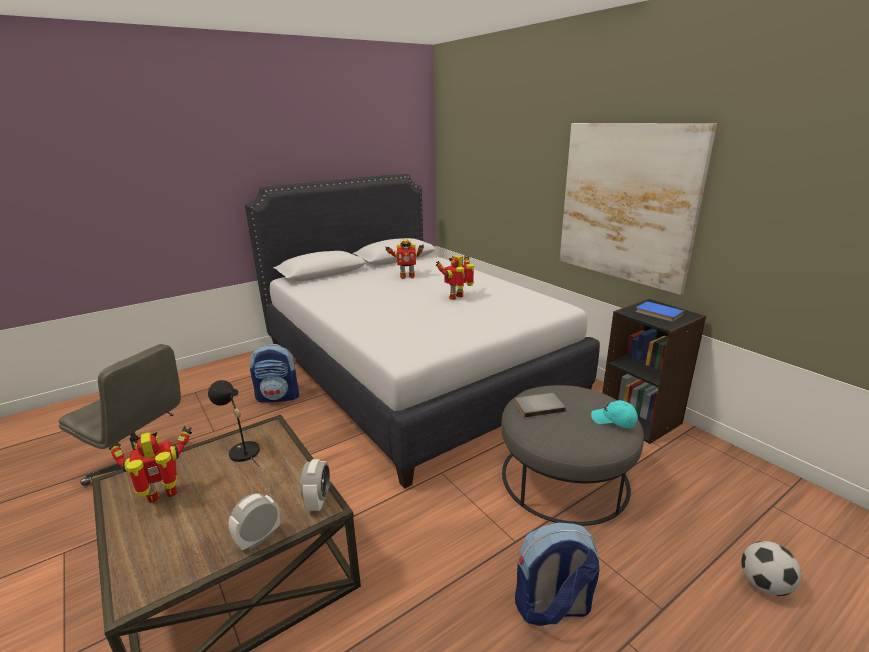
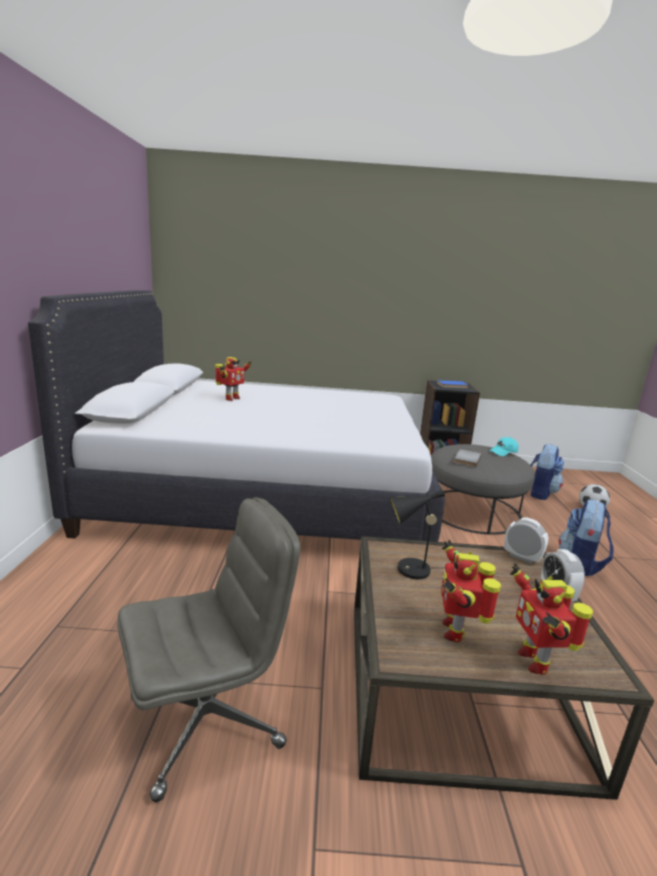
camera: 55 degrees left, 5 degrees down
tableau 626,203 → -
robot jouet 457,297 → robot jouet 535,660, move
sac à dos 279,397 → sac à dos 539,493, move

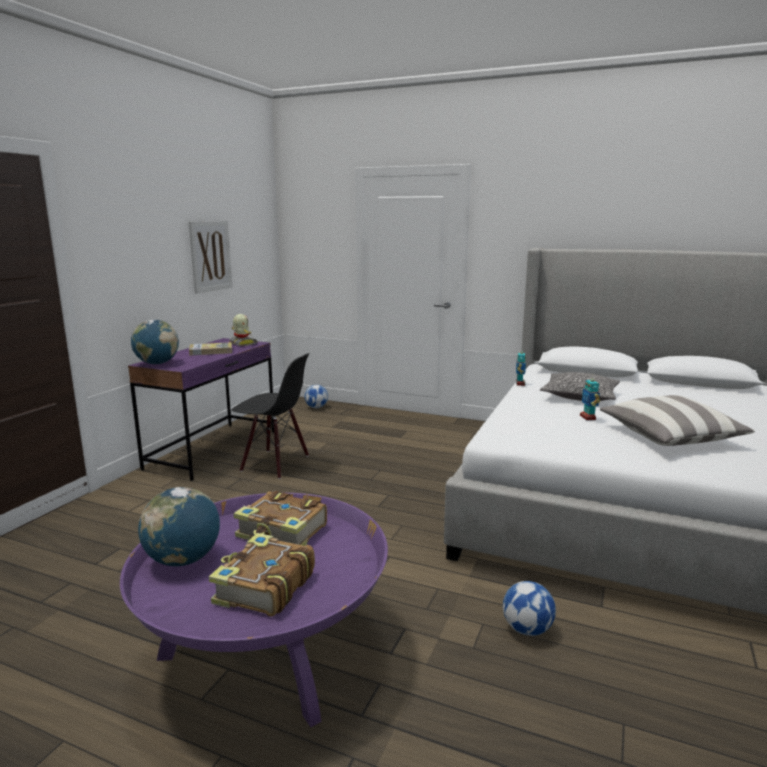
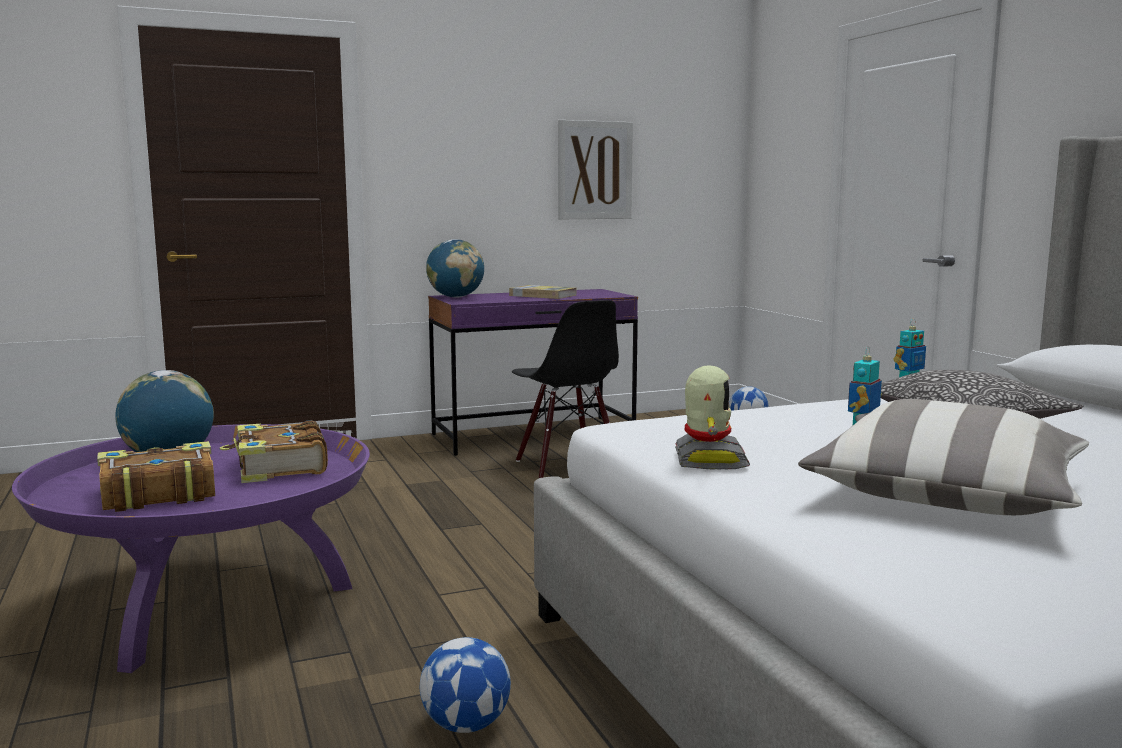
camera: 45 degrees right, 5 degrees down
robot jouet 242,344 → robot jouet 708,460, move

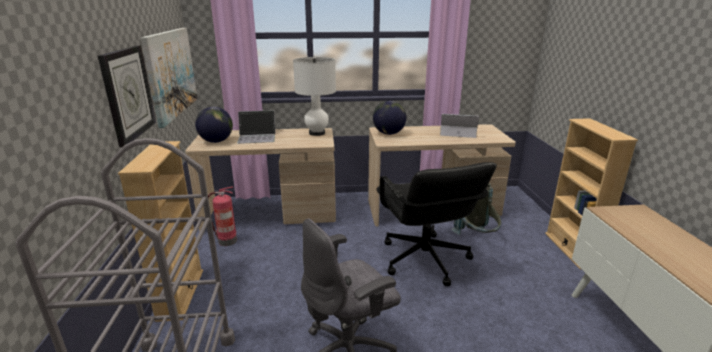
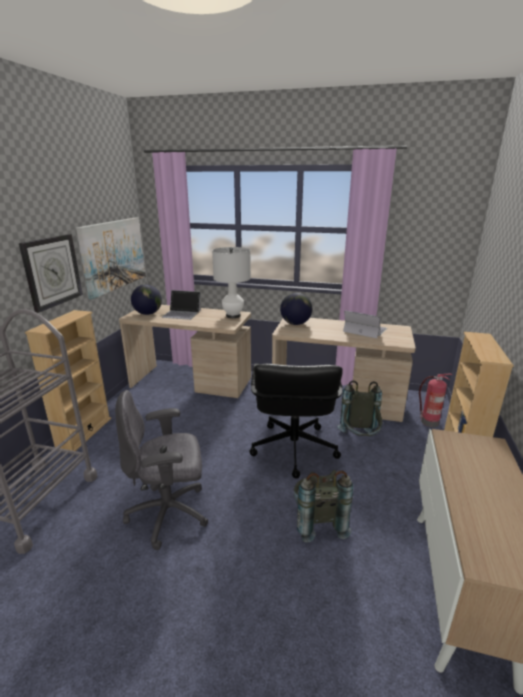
camera: 20 degrees right, 0 degrees up
extincteur 226,241 → extincteur 428,422, move
- → sac à dos [gris] 317,521

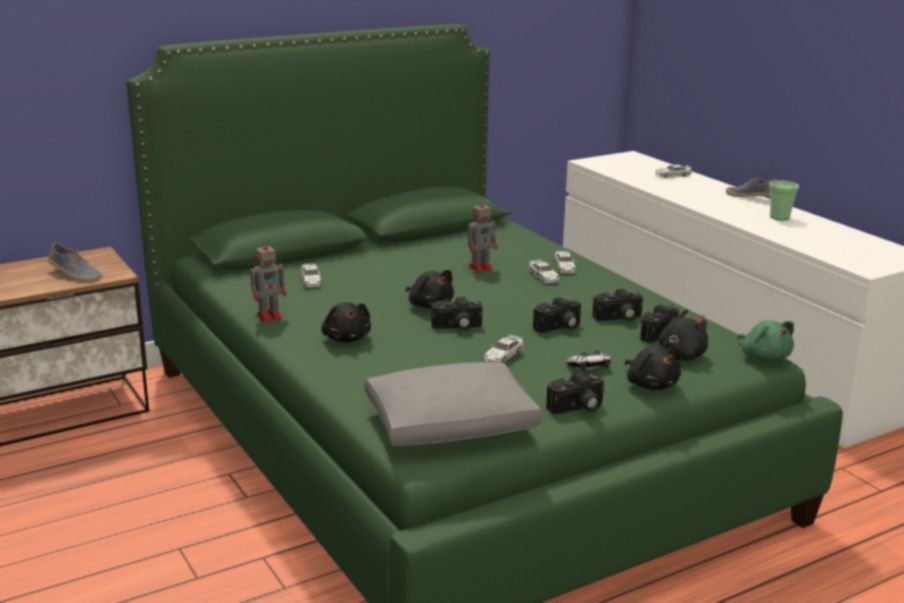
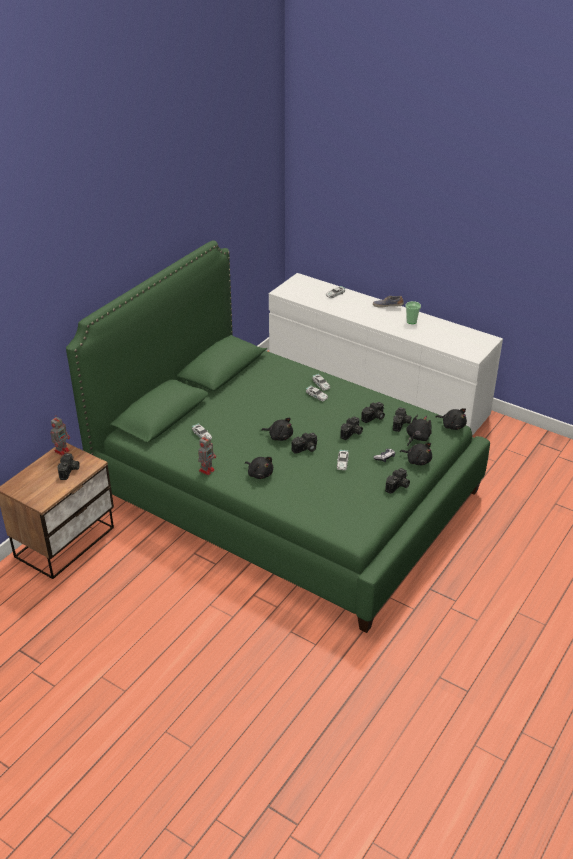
camera: 25 degrees left, 15 degrees up
robot jouet 481,267 → robot jouet 62,450, move
chaussure 74,274 → appareil photo 69,471
peluche [vert] 764,357 → peluche [noir] 452,425
coussin [gris] 452,424 → -

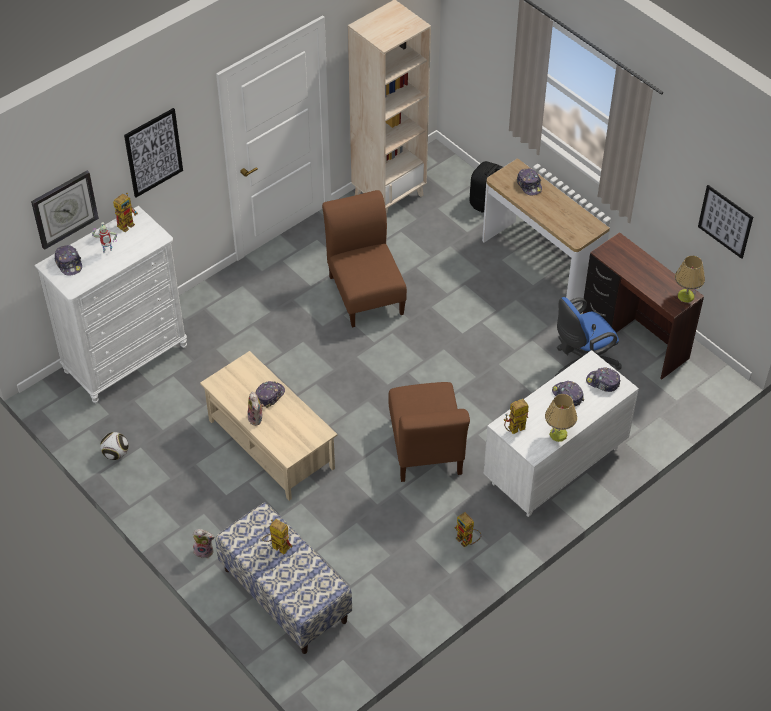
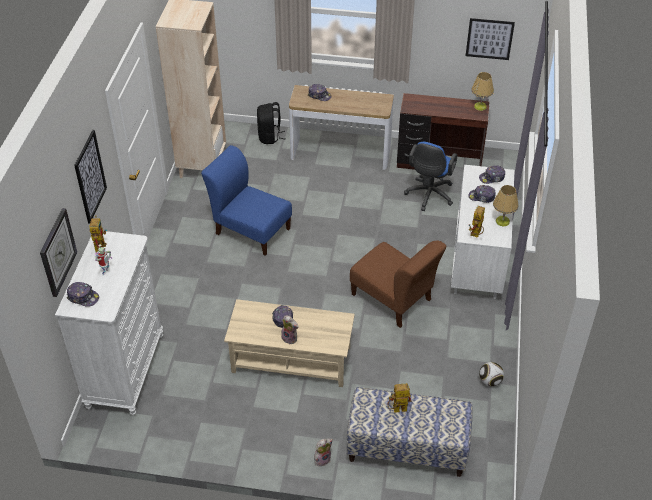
camera: 40 degrees left, 5 degrees down
chaise [marron] 365,292 → chaise [bleu] 250,229
ballon de foot 115,454 → ballon de foot 490,381, move
robot jouet 467,541 → -

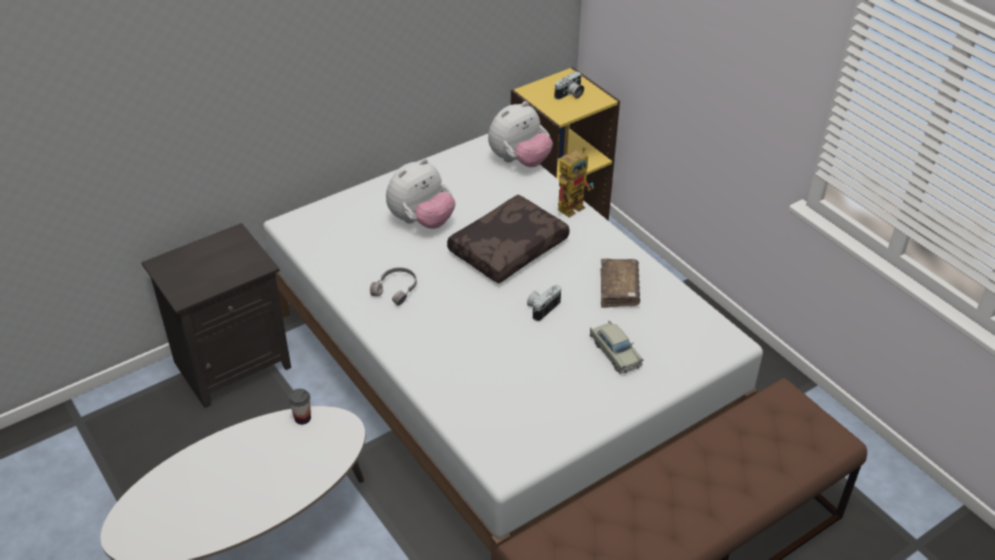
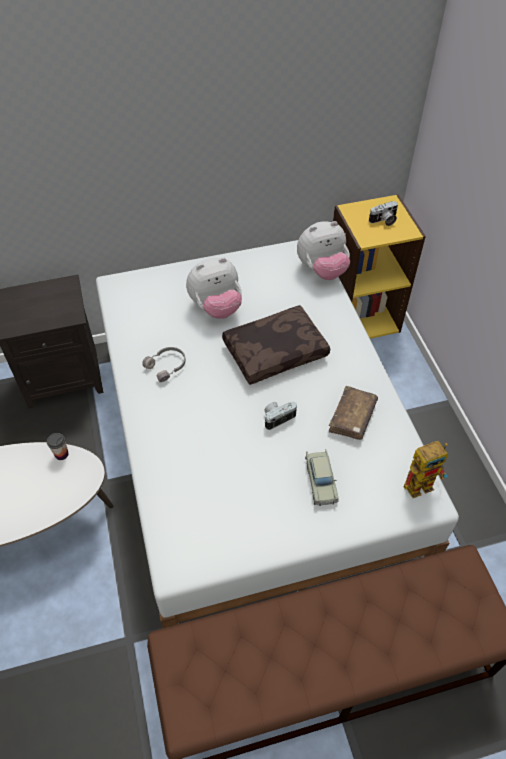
camera: 20 degrees right, 10 degrees up
robot jouet 573,205 → robot jouet 422,482, move

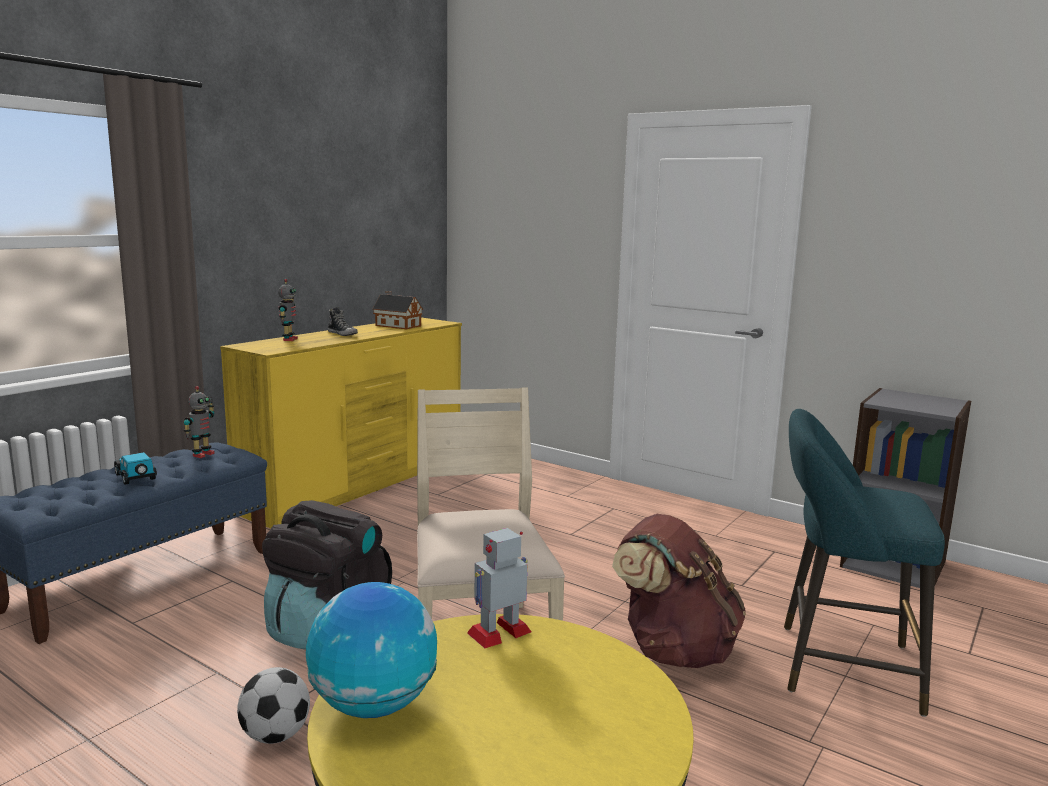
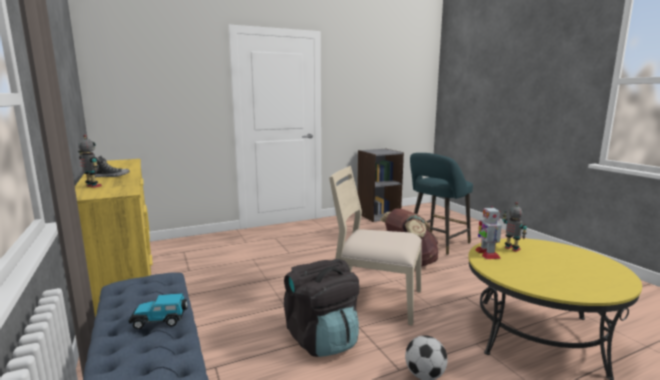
camera: 60 degrees left, 0 degrees up
maison miniature 397,325 → -
robot jouet 202,454 → robot jouet 511,249, move
globe 373,705 → -

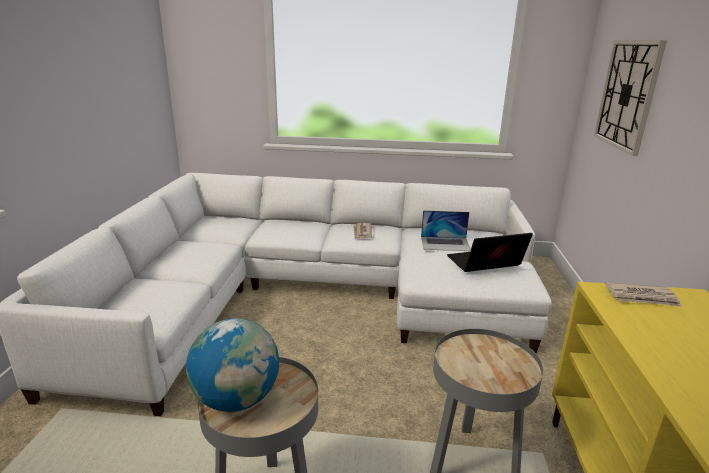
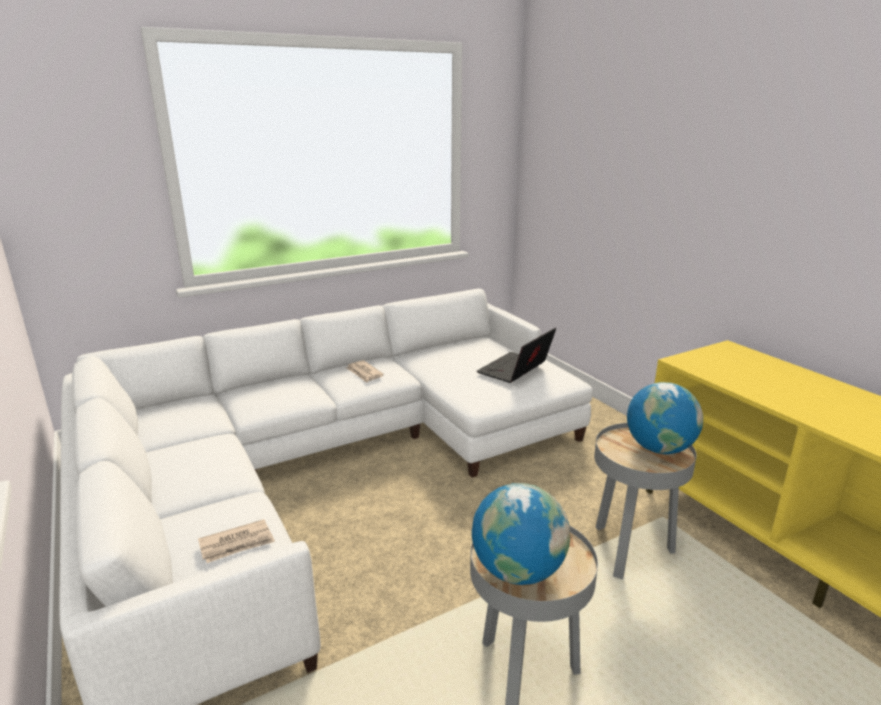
camera: 35 degrees left, 0 degrees up
horloge murale 627,95 → -
ordinateur portable 445,244 → -
journal 642,297 → journal 237,543, move
- → globe 659,448

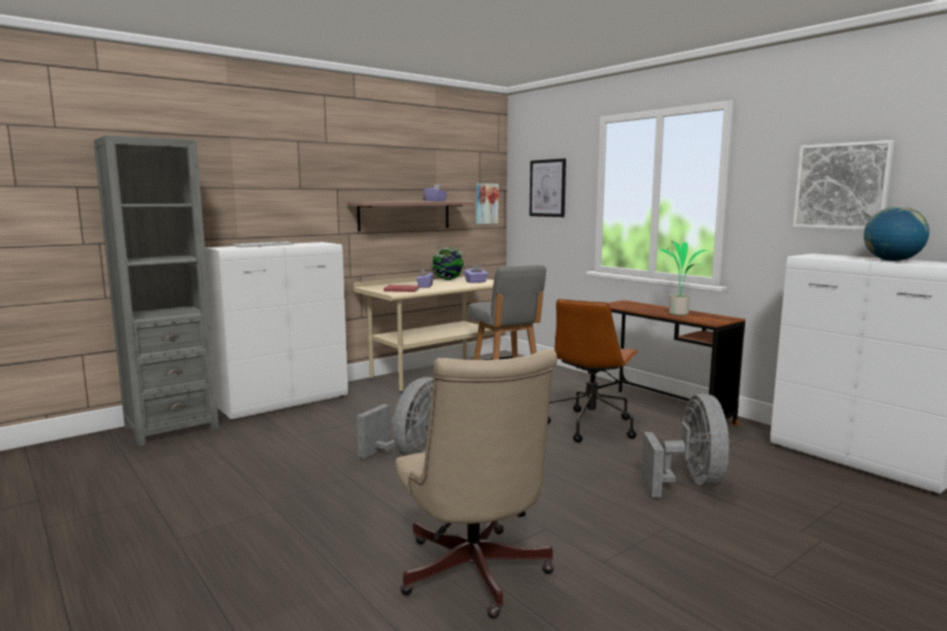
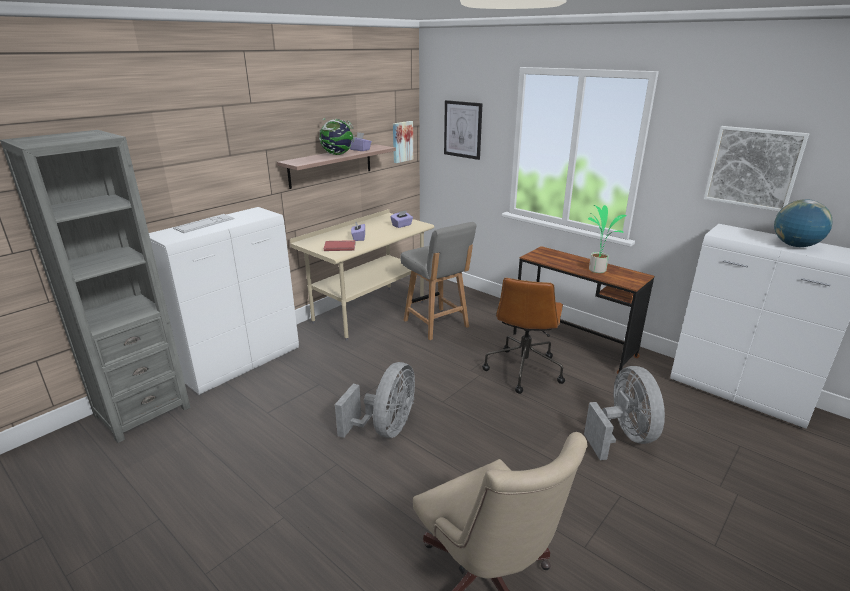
camera: 10 degrees left, 15 degrees up
globe 448,280 → globe 337,154, move

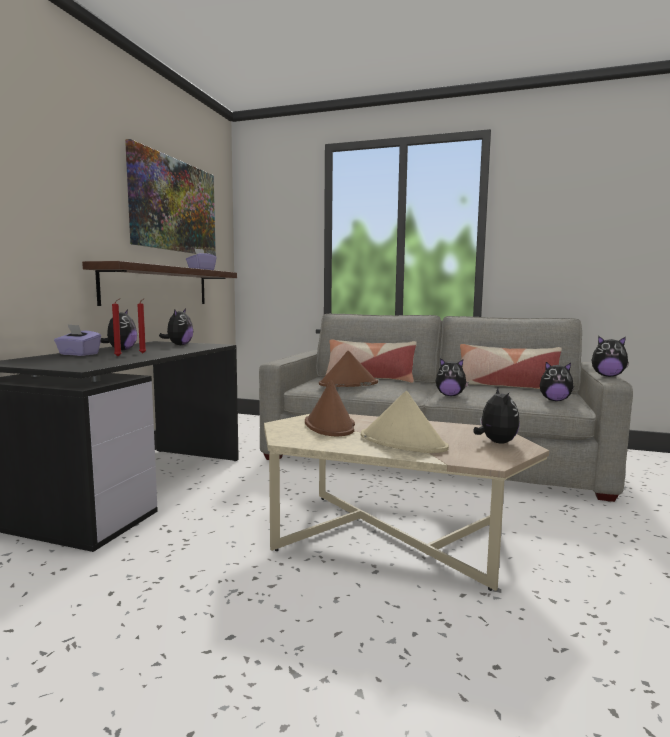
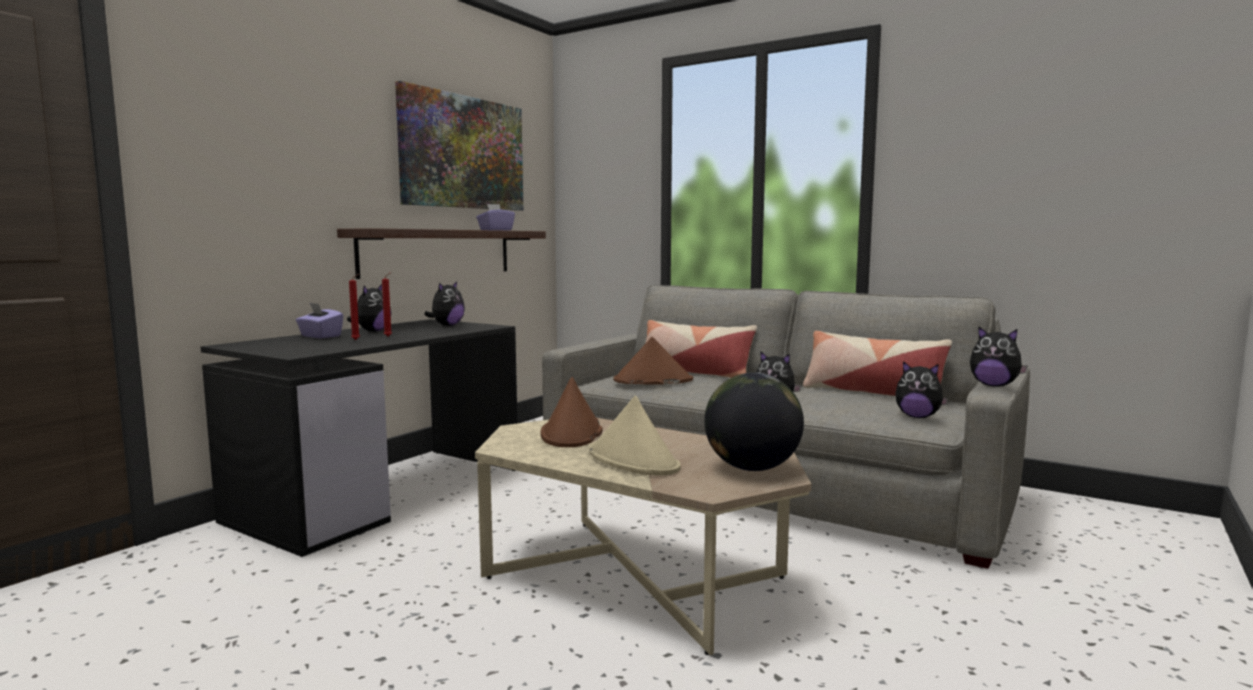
camera: 15 degrees right, 0 degrees up
peluche 495,442 → globe 752,468

